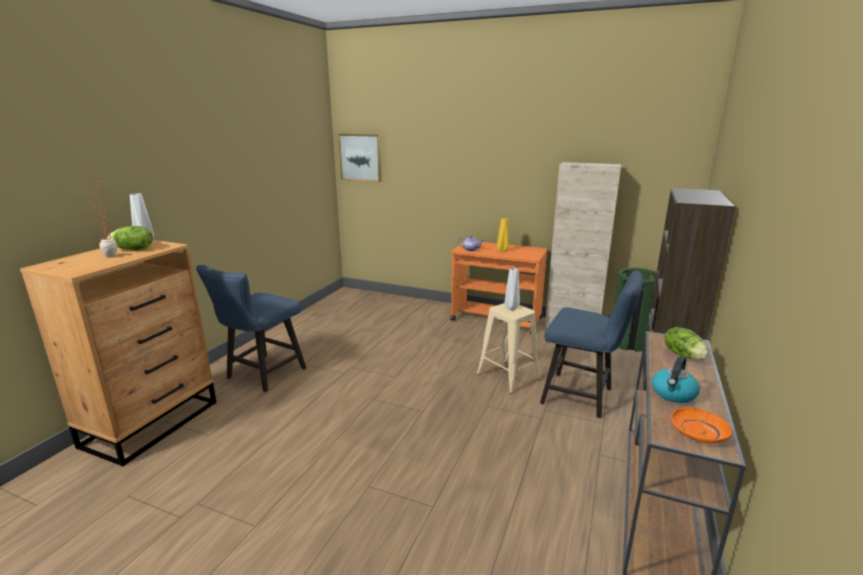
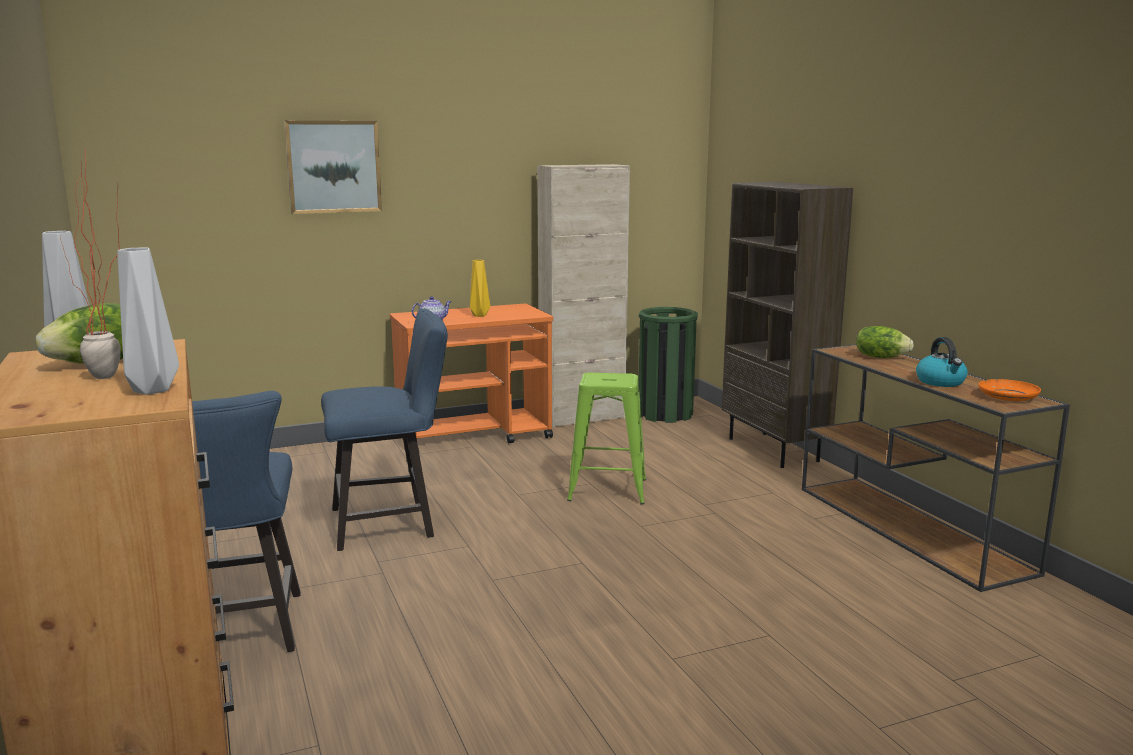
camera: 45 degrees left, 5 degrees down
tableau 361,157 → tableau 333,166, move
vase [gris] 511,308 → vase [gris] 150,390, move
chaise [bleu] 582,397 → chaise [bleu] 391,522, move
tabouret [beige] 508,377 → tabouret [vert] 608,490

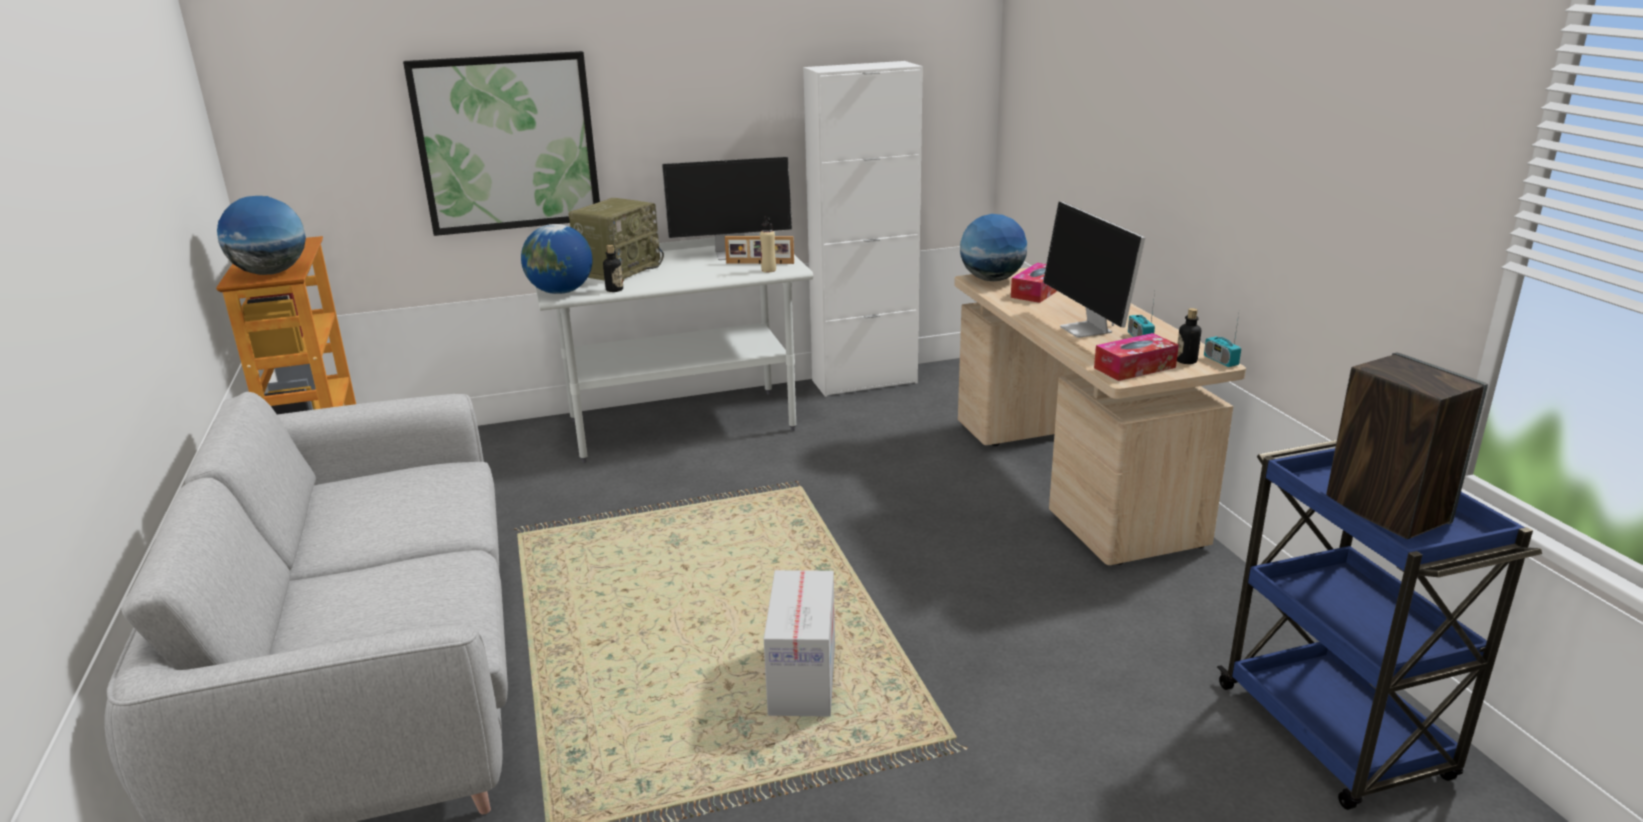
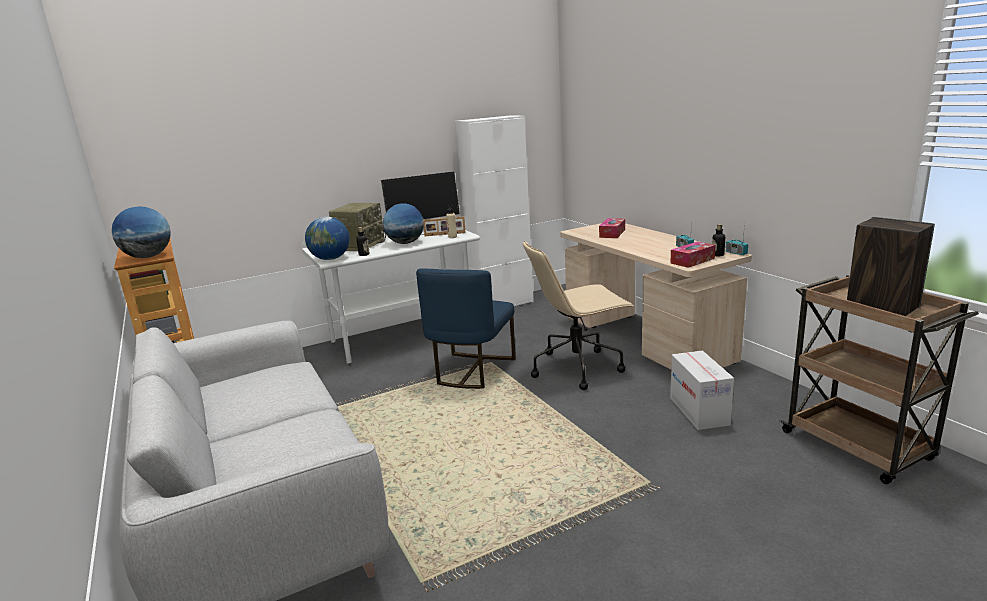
camera: 10 degrees left, 5 degrees down
tableau 507,143 → -
écran d'ordinateur 1087,330 → -
globe 991,279 → globe 405,243, move
chariot [bleu] 1335,735 → chariot [marron] 858,447
carton 803,679 → carton 699,411, move
- → chaise de bureau [beige] 578,368
- → chaise [bleu] 471,371

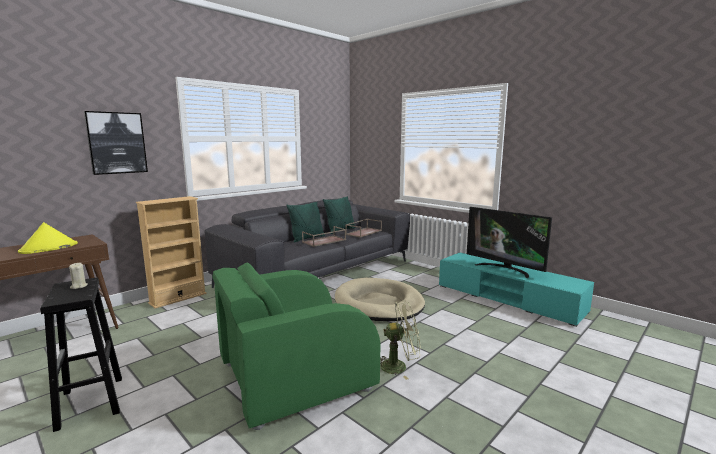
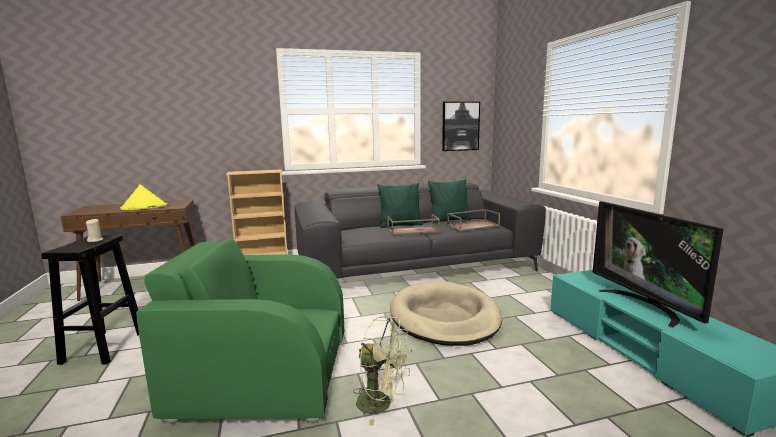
camera: 30 degrees right, 0 degrees up
tableau 116,143 → tableau 460,126, move

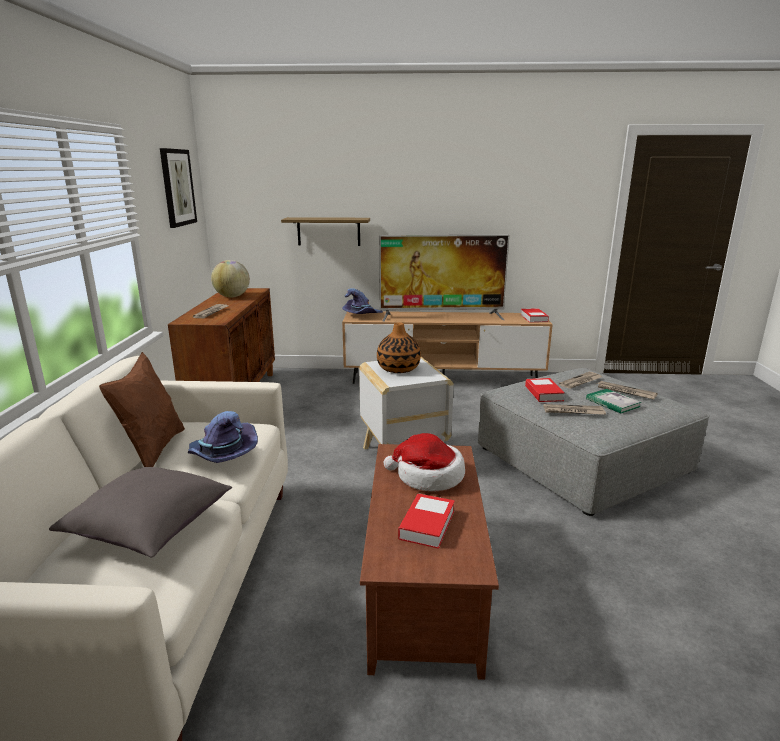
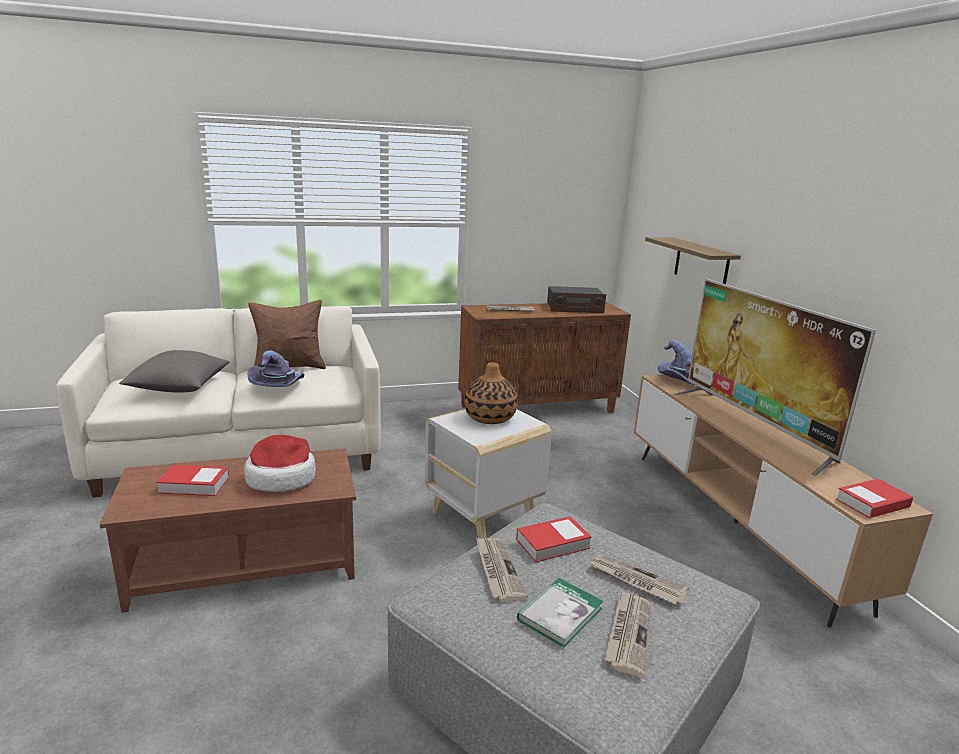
camera: 70 degrees right, 0 degrees up
tableau 177,187 → -
globe 232,296 → radio 574,308

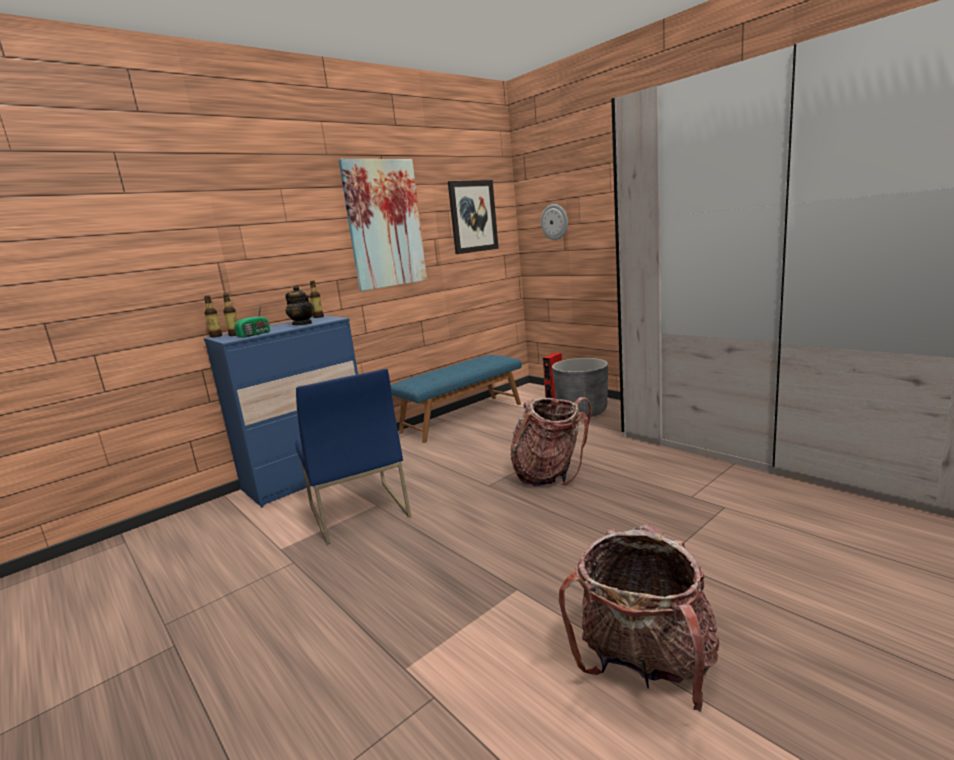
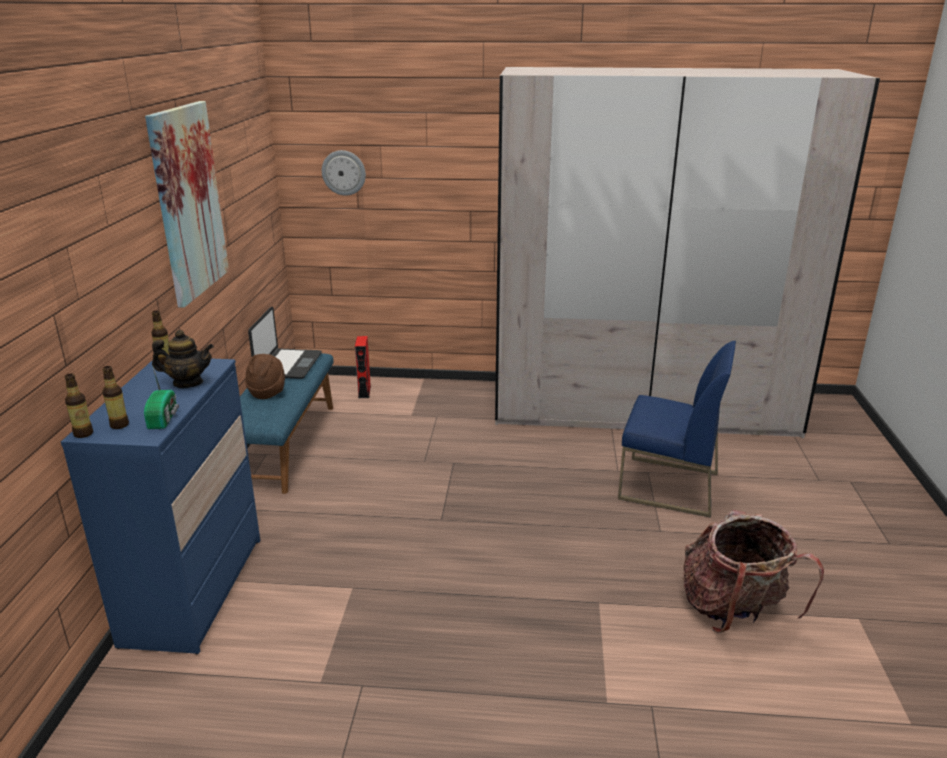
camera: 45 degrees left, 10 degrees up
tableau 473,216 → -
cache-pot [gris] 582,411 → -
chaise [bleu] 357,511 → chaise [bleu] 667,486, move
sac à dos 550,474 → -
- → ordinateur portable 288,365
- → chapeau [marron] 267,392

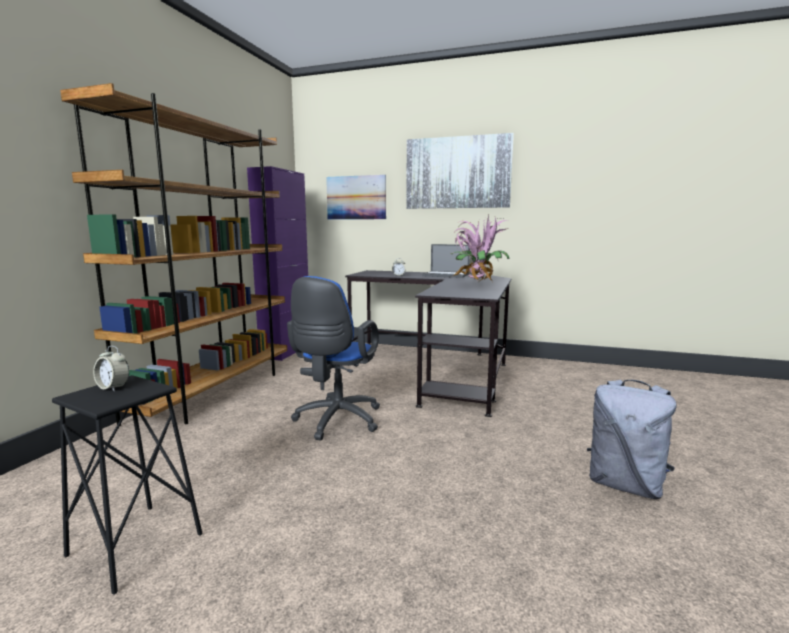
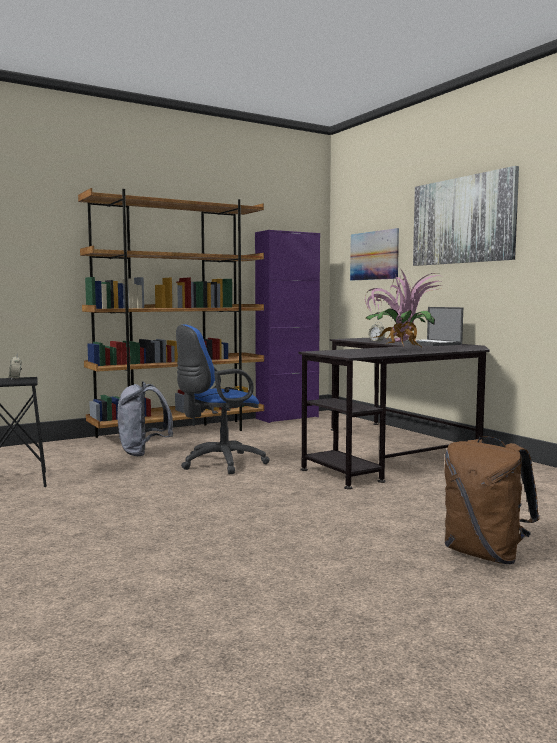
camera: 40 degrees right, 5 degrees down
sac à dos [gris] 625,485 → sac à dos [gris] 143,453, move
- → sac à dos [marron] 485,554

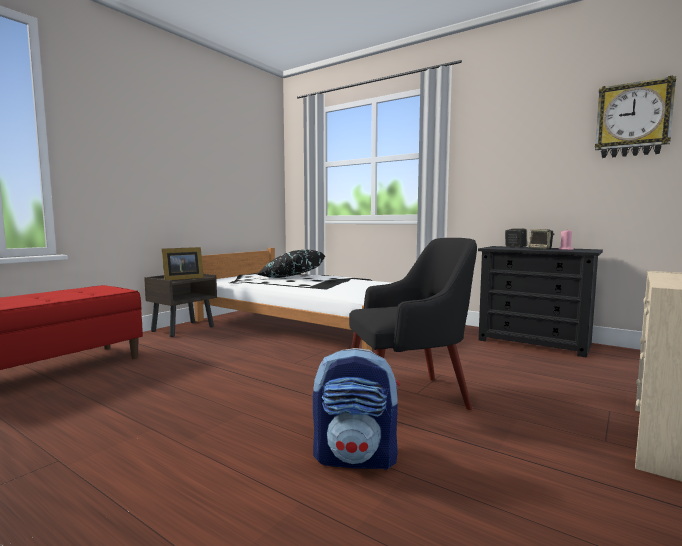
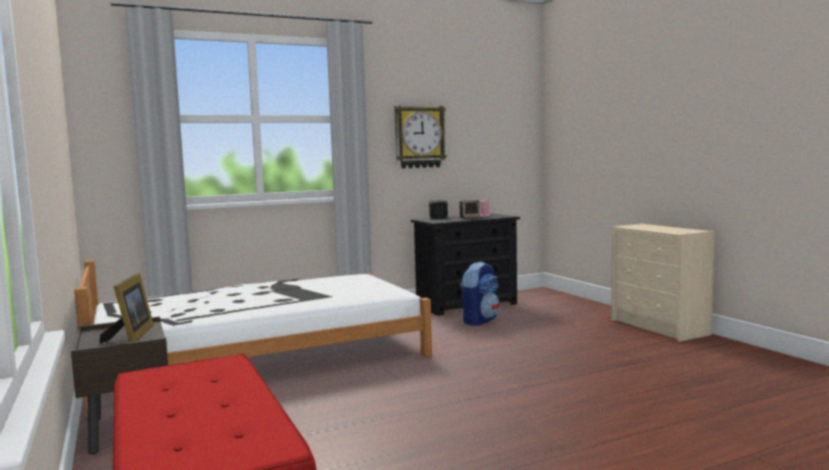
camera: 60 degrees left, 0 degrees up
horloge murale 633,120 → horloge murale 419,137, move
fauteuil [noir] 409,397 → -
coussin [noir] 291,277 → -
sac à dos 356,458 → sac à dos 479,320, move

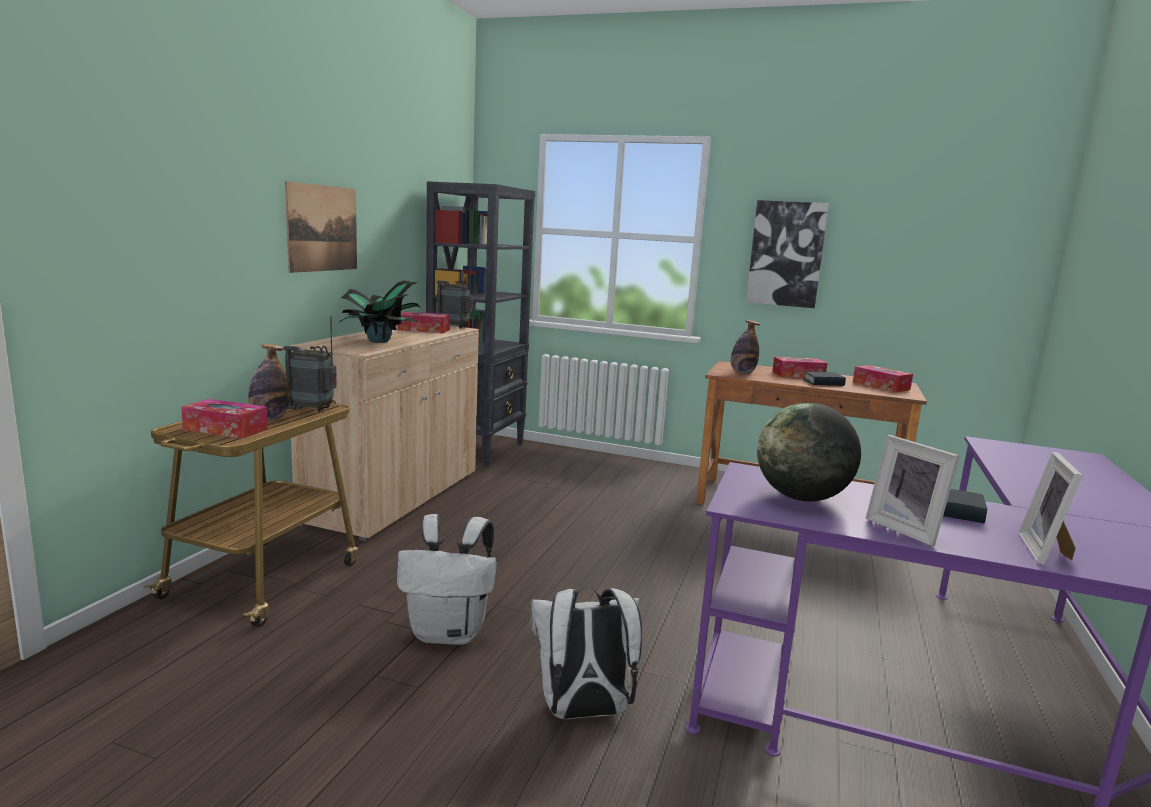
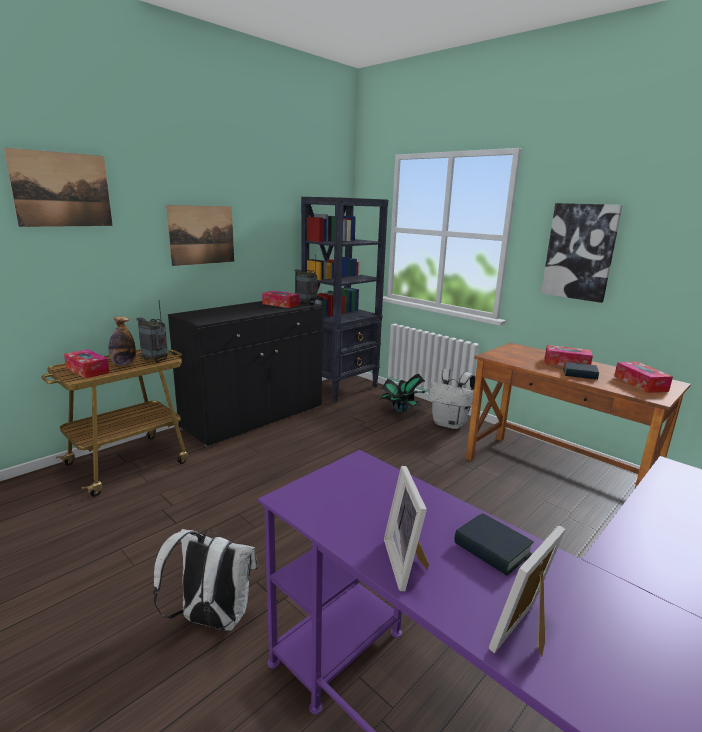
camera: 25 degrees right, 5 degrees up
plante en pot 379,341 → plante en pot 400,410, move
bouteille 742,373 → -
meuble de rangement [beige] 395,497 → meuble de rangement [noir] 254,417
globe 801,498 → -
sac à dos [blanc] 449,633 → sac à dos [blanc] 450,424, move
- → tableau 62,190

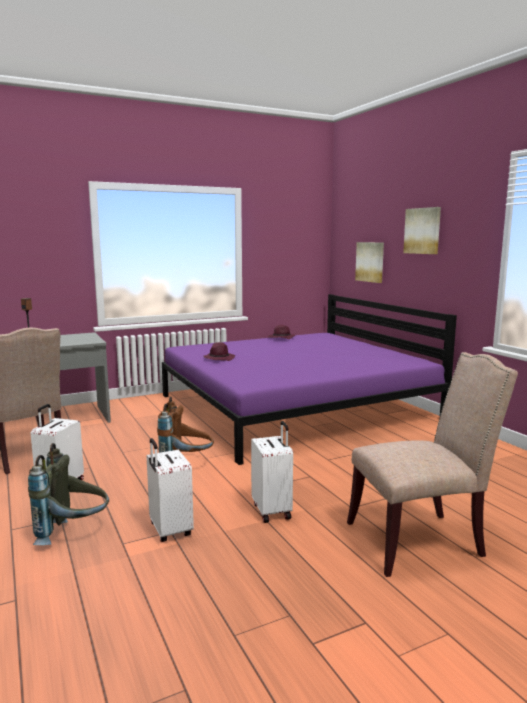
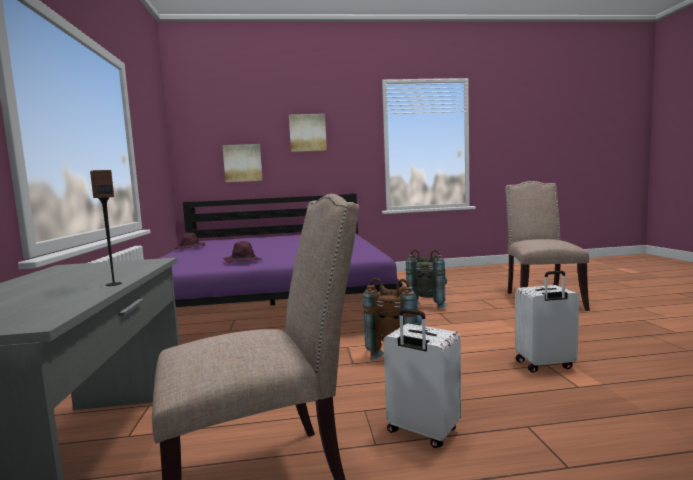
camera: 70 degrees left, 5 degrees down
valise [blanc] 272,511 → -
sac à dos [gris] 74,534 → sac à dos [gris] 428,304, move

